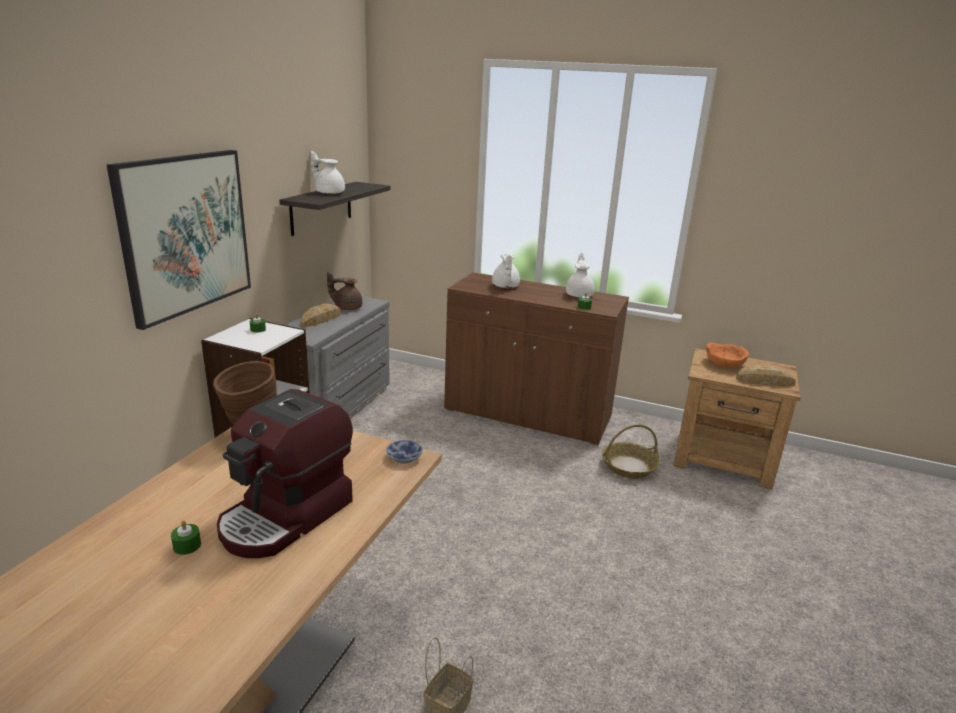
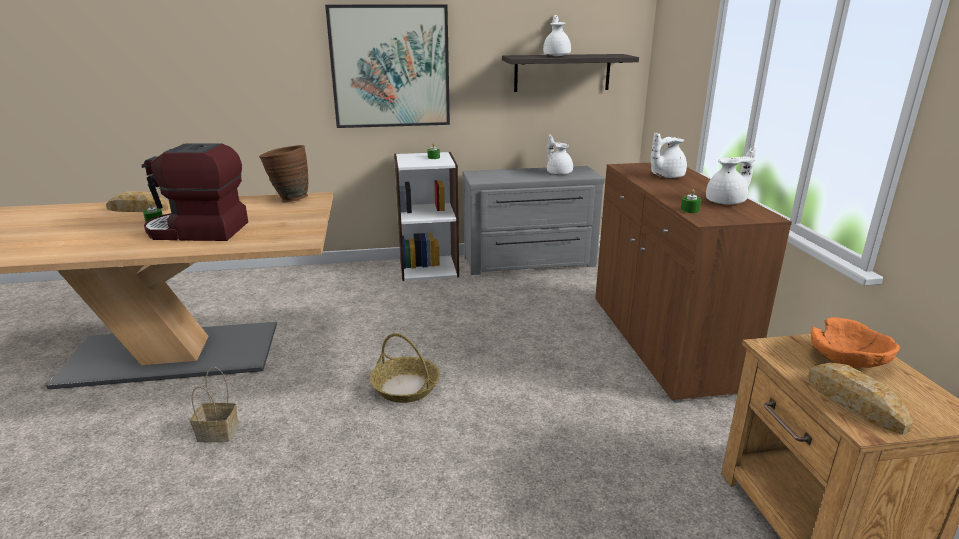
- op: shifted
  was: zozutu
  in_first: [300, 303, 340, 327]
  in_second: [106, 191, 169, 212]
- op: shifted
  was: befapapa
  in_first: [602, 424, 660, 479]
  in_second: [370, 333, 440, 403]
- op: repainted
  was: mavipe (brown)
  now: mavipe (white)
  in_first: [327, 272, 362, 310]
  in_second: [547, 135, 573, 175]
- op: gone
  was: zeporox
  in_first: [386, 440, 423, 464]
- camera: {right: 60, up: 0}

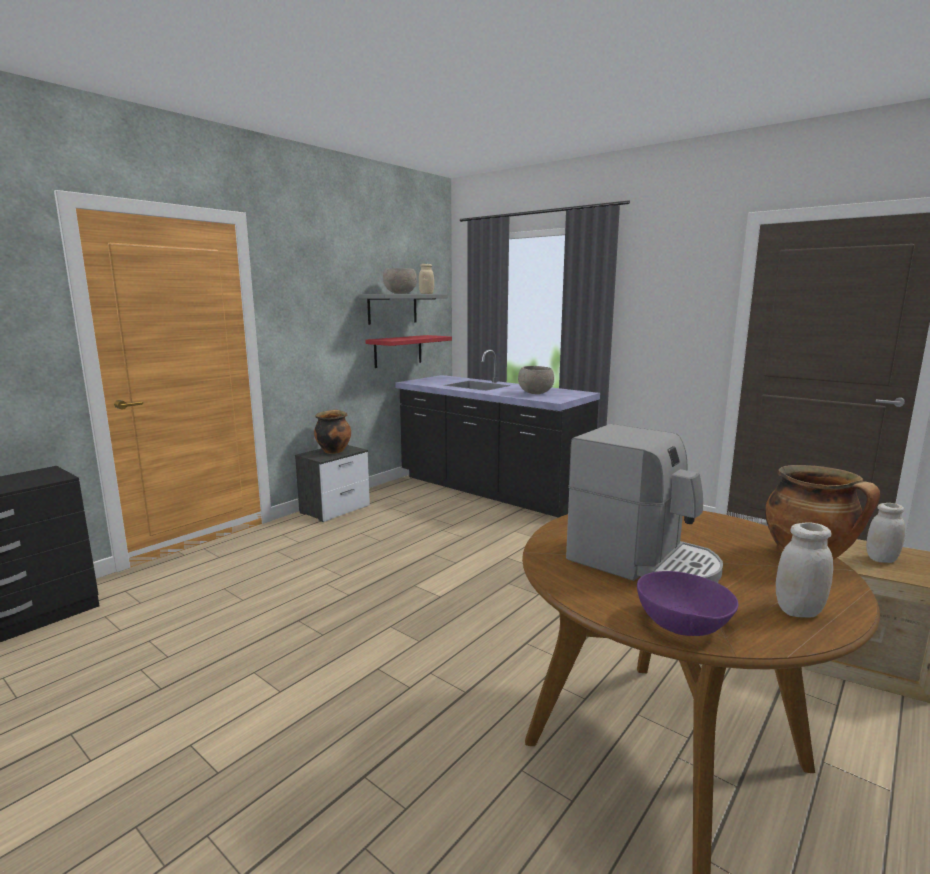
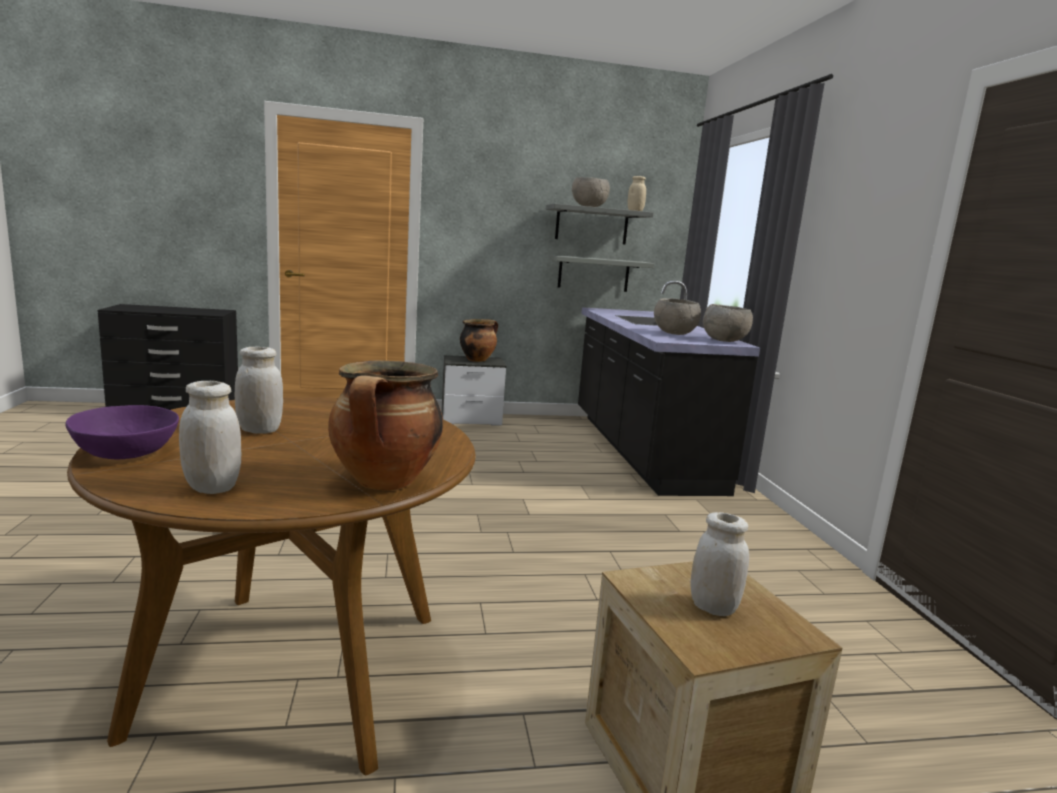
- op: swapped
  was: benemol
  now: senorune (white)
  in_first: [566, 424, 723, 583]
  in_second: [235, 347, 283, 434]
- op: repainted
  was: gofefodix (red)
  now: gofefodix (grey)
  in_first: [365, 335, 452, 368]
  in_second: [548, 255, 654, 292]
- op: new
  now: zeporox (grey)
  in_second: [703, 304, 753, 342]
- camera: {right: 40, up: 0}

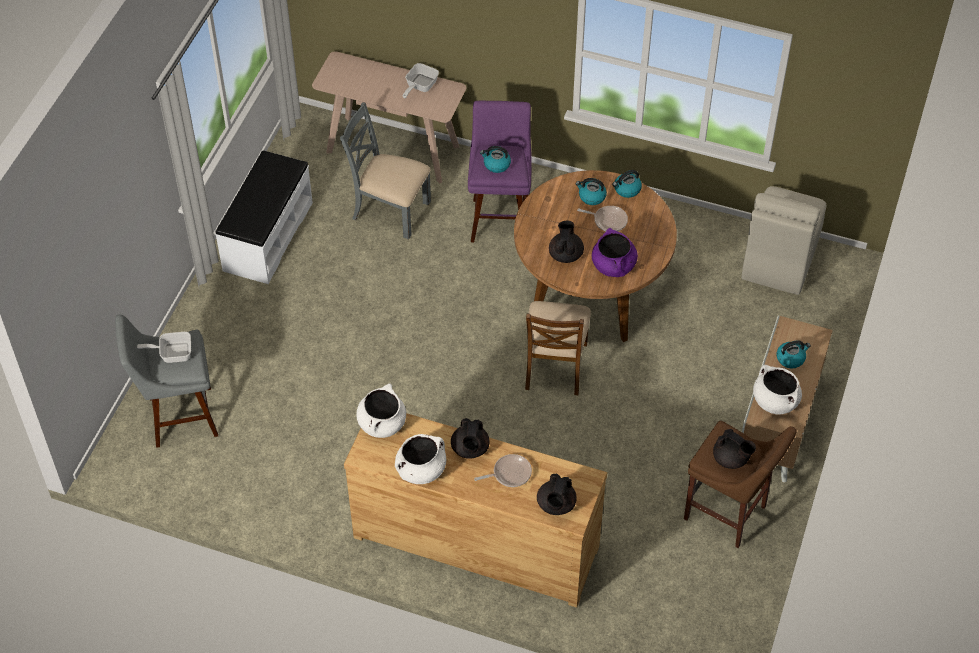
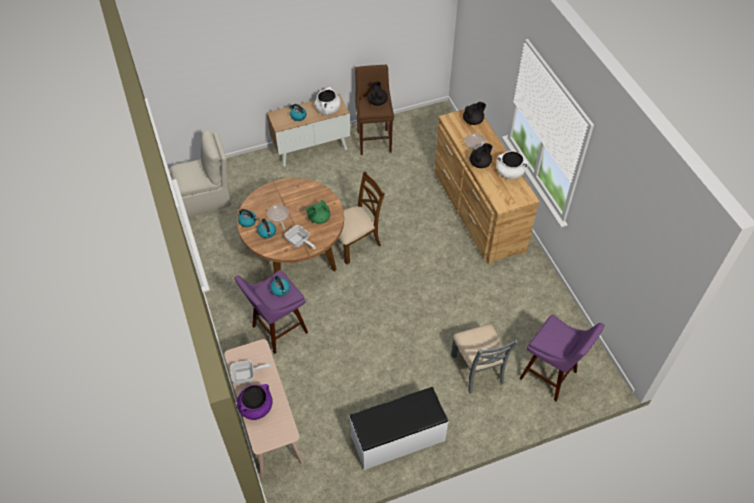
- op: shifted
  was: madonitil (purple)
  in_first: [592, 228, 638, 277]
  in_second: [237, 384, 273, 420]
- op: shifted
  was: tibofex
  in_first: [137, 332, 191, 363]
  in_second: [285, 225, 316, 249]
- op: repainted
  was: mavipe (black)
  now: mavipe (green)
  in_first: [549, 221, 584, 263]
  in_second: [306, 200, 330, 224]
- op: shifted
  was: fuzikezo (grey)
  in_first: [340, 103, 431, 239]
  in_second: [451, 324, 518, 394]
- op: repainted
  was: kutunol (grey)
  now: kutunol (purple)
  in_first: [115, 315, 218, 448]
  in_second: [519, 315, 604, 401]
- op: gone
  was: madonitil (white)
  in_first: [356, 383, 406, 438]
- camera: {right: -130, up: 0}

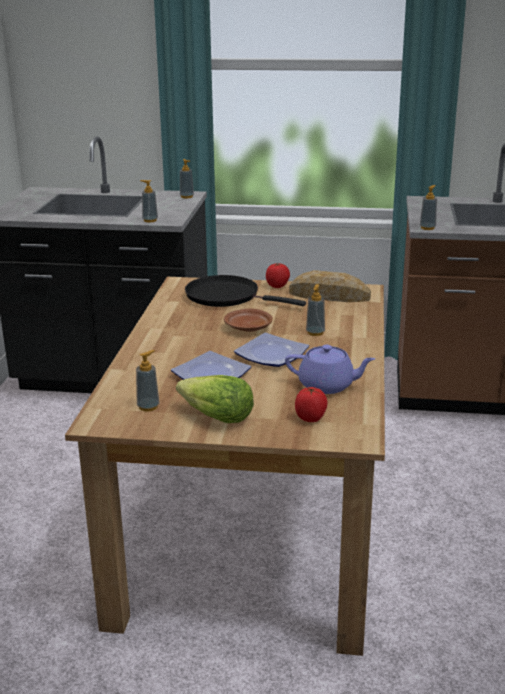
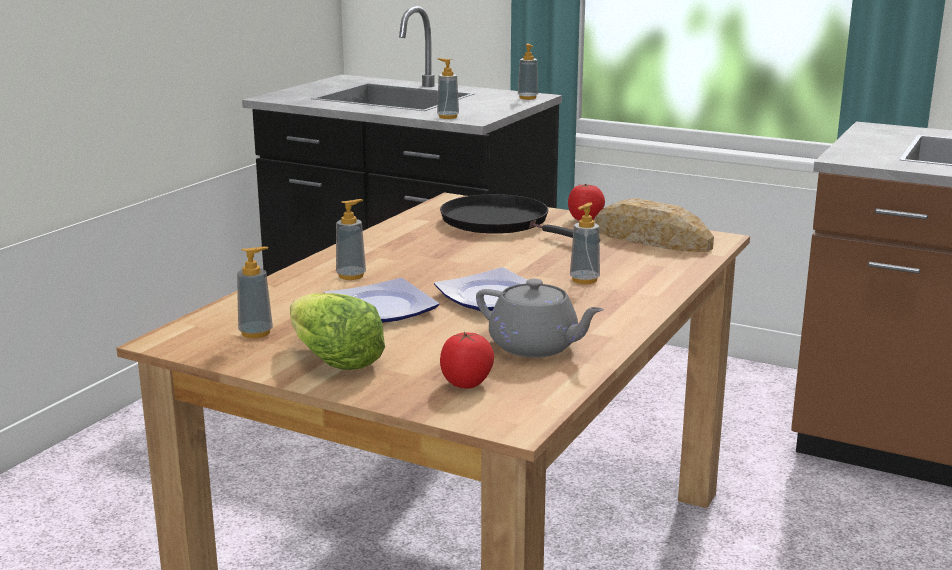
- op: shifted
  was: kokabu
  in_first: [420, 185, 437, 230]
  in_second: [336, 199, 366, 280]
- op: repainted
  was: mavipe (purple)
  now: mavipe (grey)
  in_first: [285, 345, 375, 394]
  in_second: [476, 279, 604, 358]
- op: gone
  was: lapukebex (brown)
  in_first: [224, 309, 273, 332]
- camera: {right: 20, up: -5}

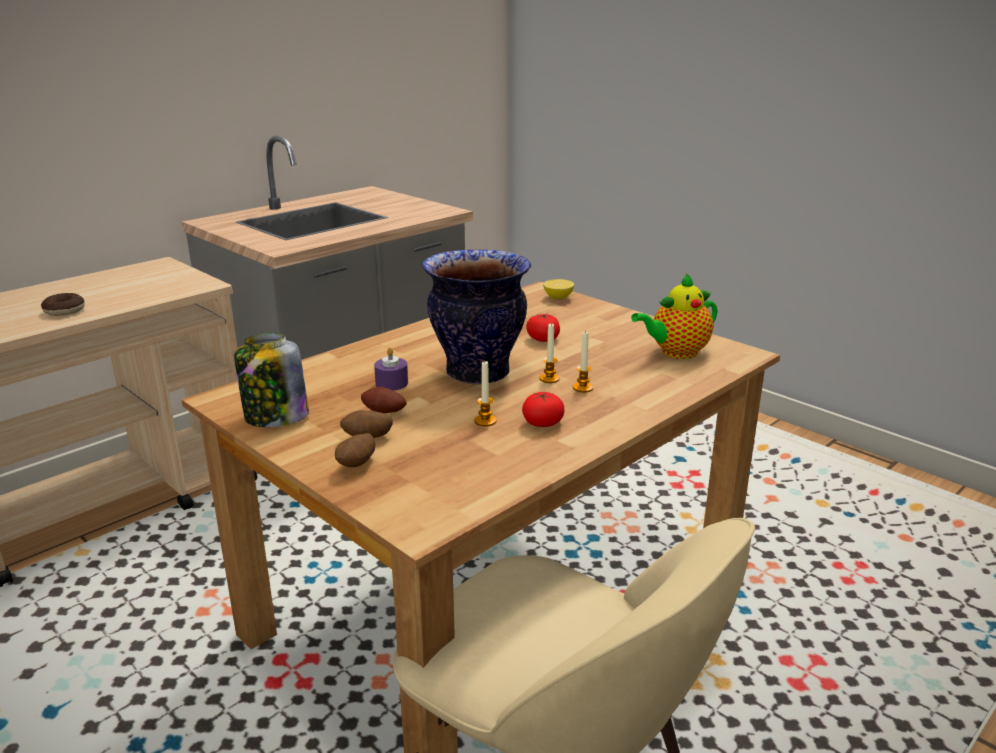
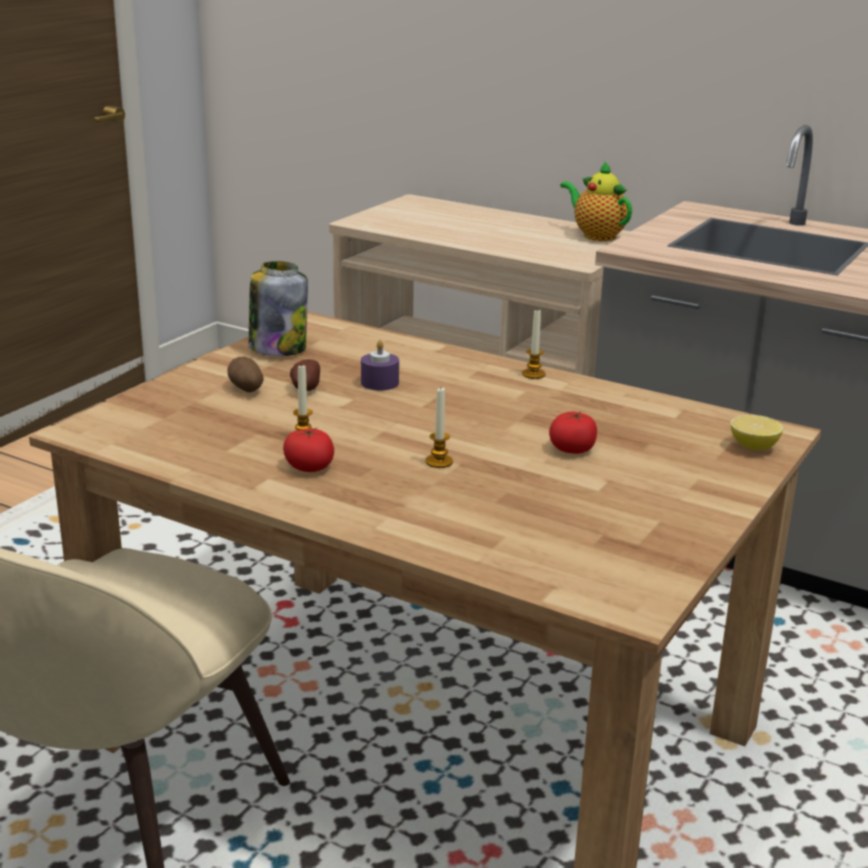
- op: shifted
  was: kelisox
  in_first: [573, 331, 593, 392]
  in_second: [522, 308, 546, 379]
- op: shifted
  was: mavipe
  in_first: [631, 273, 717, 359]
  in_second: [560, 161, 632, 241]
- op: gone
  was: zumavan
  in_first: [41, 293, 85, 316]
- op: gone
  was: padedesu
  in_first: [335, 433, 376, 467]
- op: gone
  was: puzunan
  in_first: [422, 250, 531, 385]
- camera: {right: 75, up: 0}

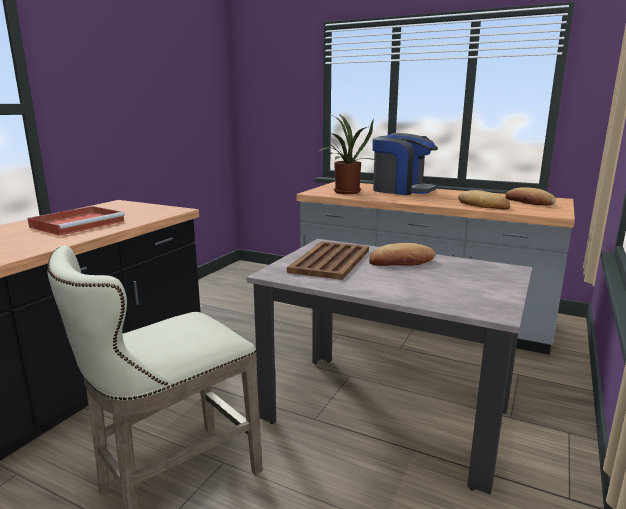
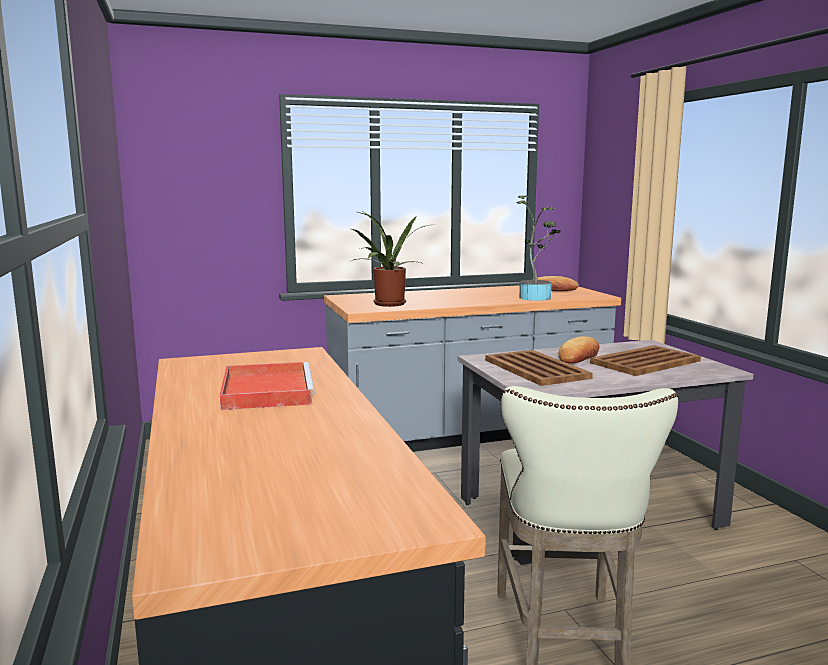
- op: swapped
  was: zozutu
  now: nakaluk
  in_first: [458, 190, 510, 210]
  in_second: [516, 195, 561, 301]
- op: new
  now: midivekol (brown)
  in_second: [590, 345, 701, 376]
- op: gone
  was: benemol
  in_first: [372, 133, 438, 195]
- camera: {right: -45, up: -5}

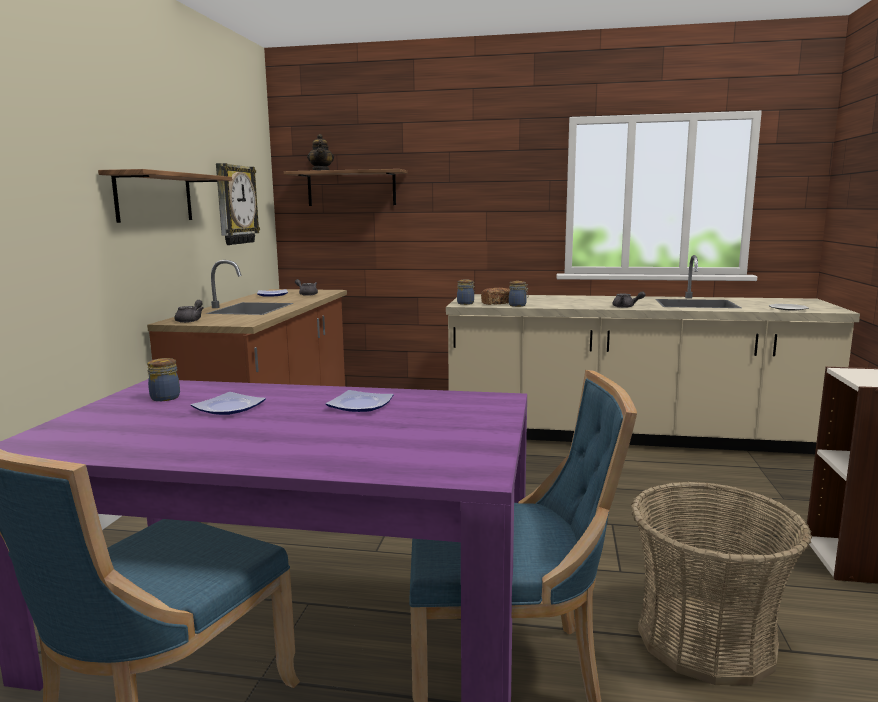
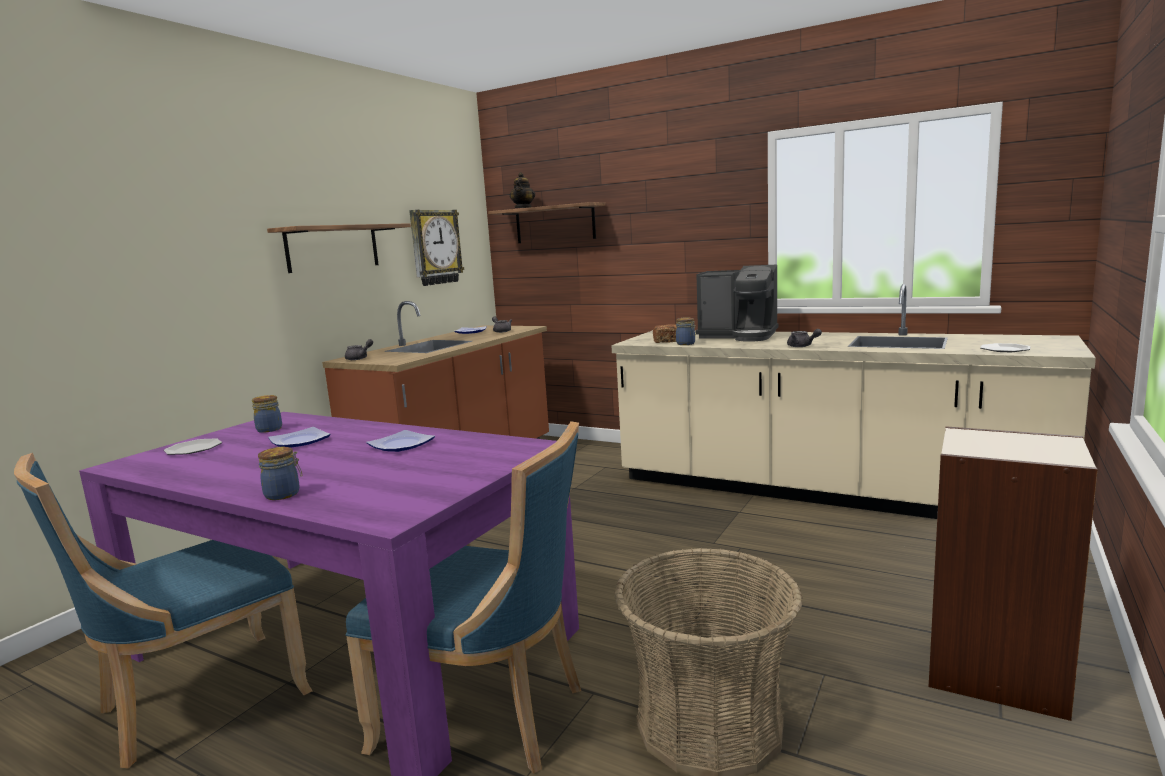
- op: new
  now: lapukebex
  in_second: [164, 438, 222, 455]
- op: shifted
  was: senorune
  in_first: [457, 279, 475, 305]
  in_second: [258, 447, 302, 500]
- op: new
  now: benemol
  in_second: [696, 265, 779, 342]
- camera: {right: 20, up: 0}

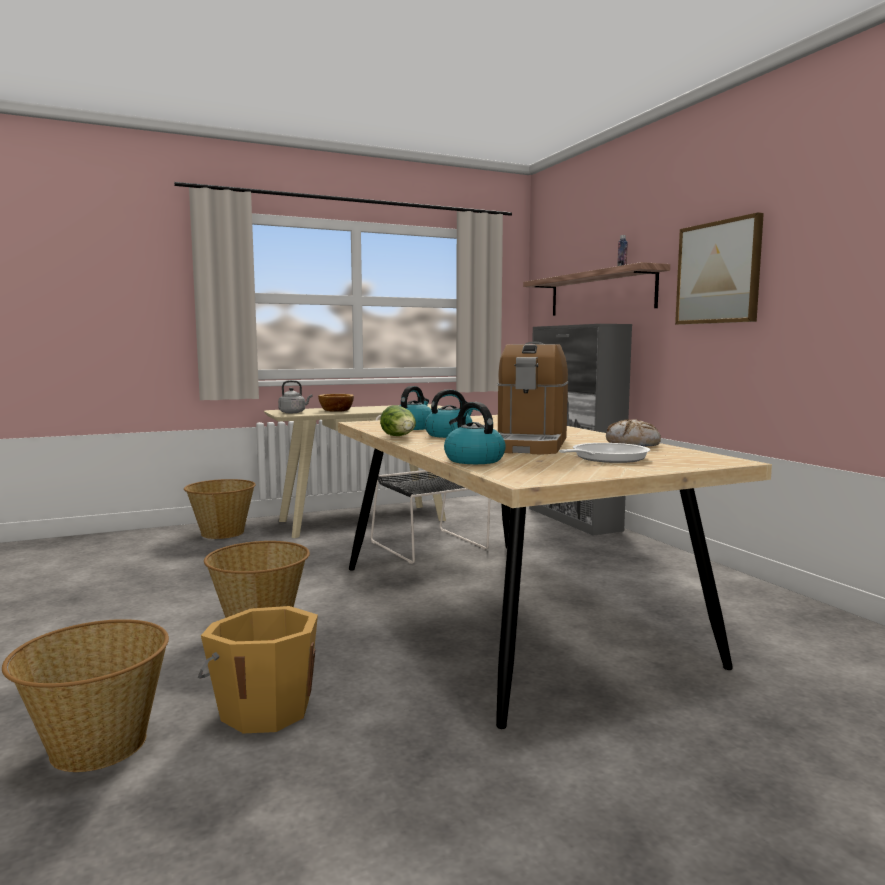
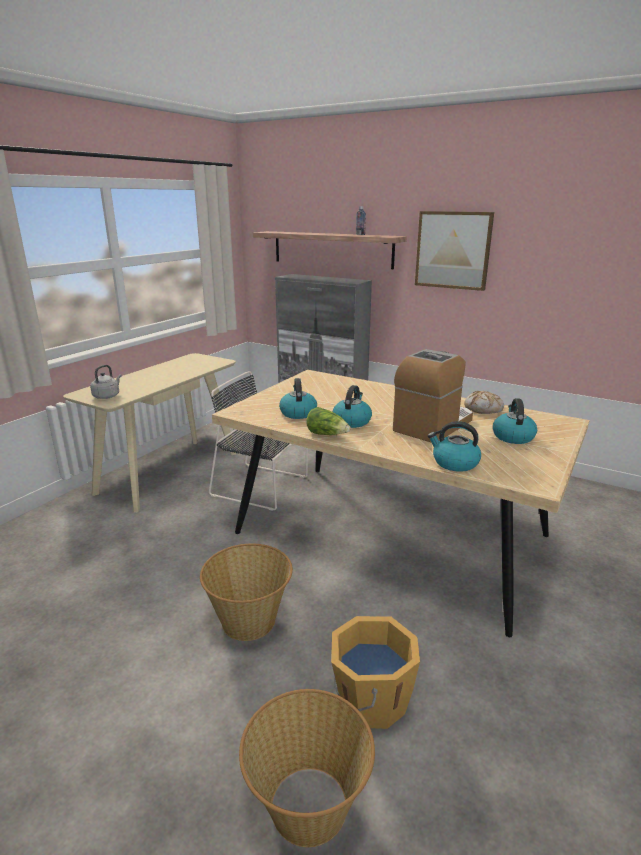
- op: rotated
  was: benemol
  in_first: [497, 342, 569, 455]
  in_second: [393, 349, 473, 442]
  clockwise: -120
- op: swapped
  was: tibofex
  now: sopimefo
  in_first: [559, 443, 650, 463]
  in_second: [493, 398, 537, 444]
- op: gone
  was: befapapa
  in_first: [184, 479, 256, 539]
- op: gone
  was: zeporox
  in_first: [318, 394, 354, 412]
- camera: {right: -35, up: 15}

